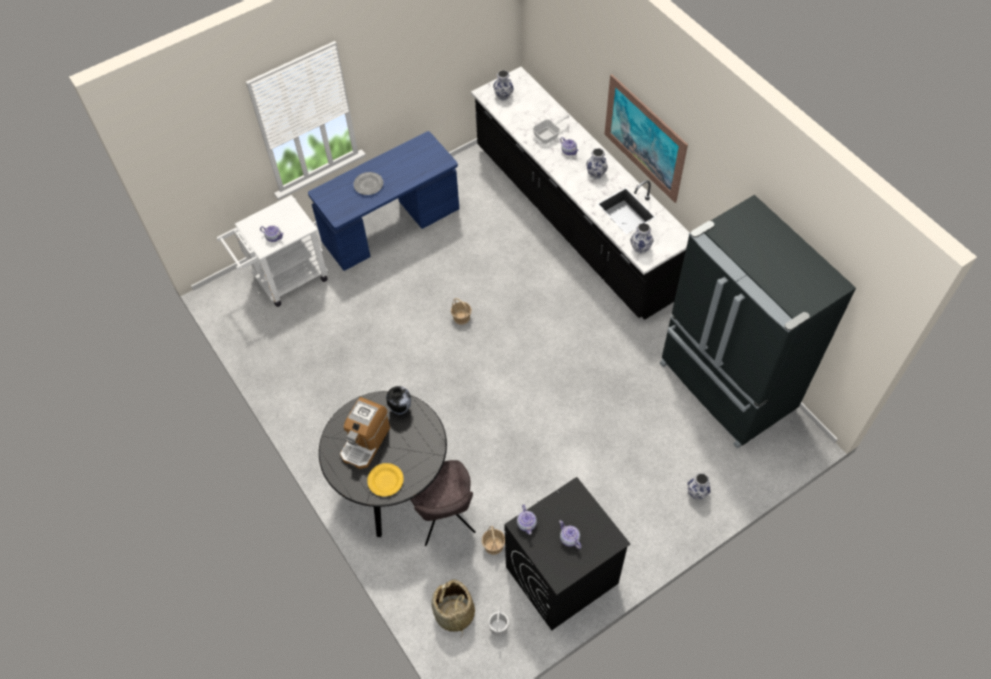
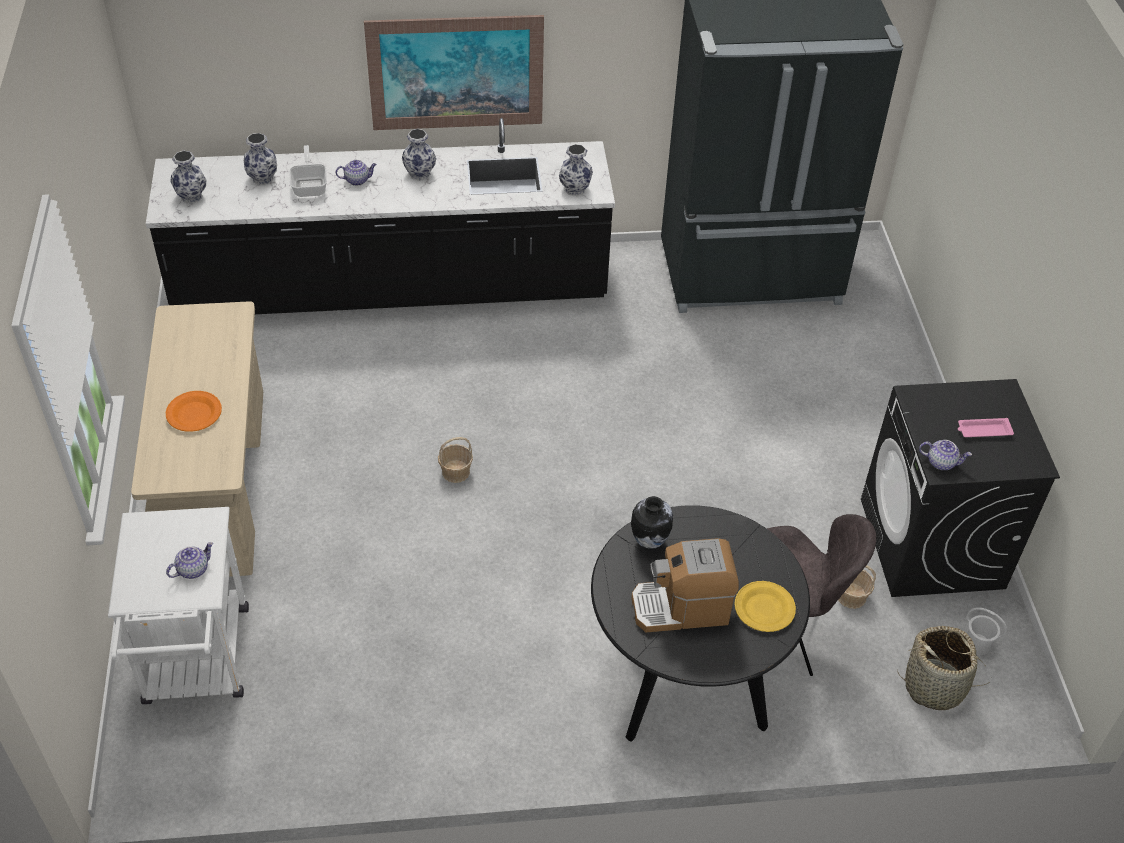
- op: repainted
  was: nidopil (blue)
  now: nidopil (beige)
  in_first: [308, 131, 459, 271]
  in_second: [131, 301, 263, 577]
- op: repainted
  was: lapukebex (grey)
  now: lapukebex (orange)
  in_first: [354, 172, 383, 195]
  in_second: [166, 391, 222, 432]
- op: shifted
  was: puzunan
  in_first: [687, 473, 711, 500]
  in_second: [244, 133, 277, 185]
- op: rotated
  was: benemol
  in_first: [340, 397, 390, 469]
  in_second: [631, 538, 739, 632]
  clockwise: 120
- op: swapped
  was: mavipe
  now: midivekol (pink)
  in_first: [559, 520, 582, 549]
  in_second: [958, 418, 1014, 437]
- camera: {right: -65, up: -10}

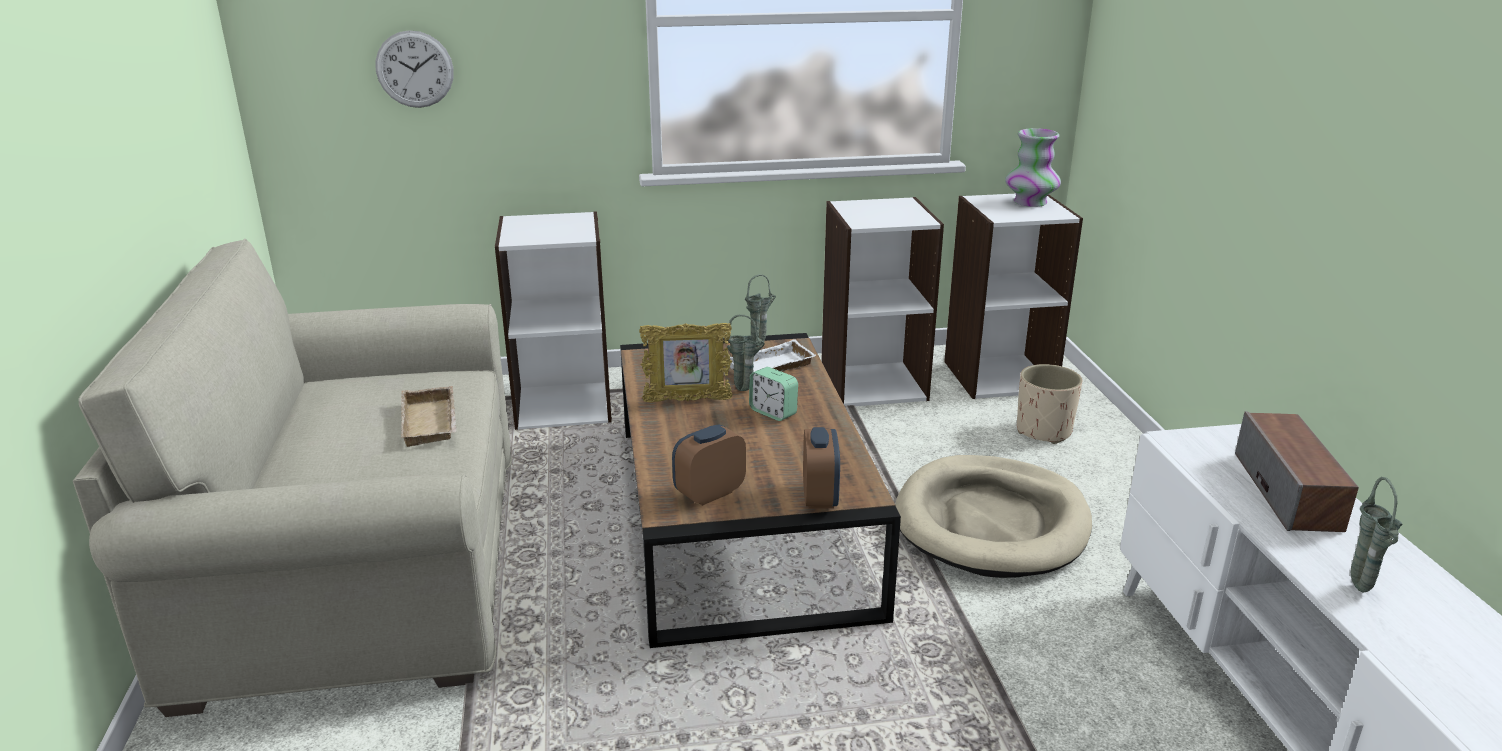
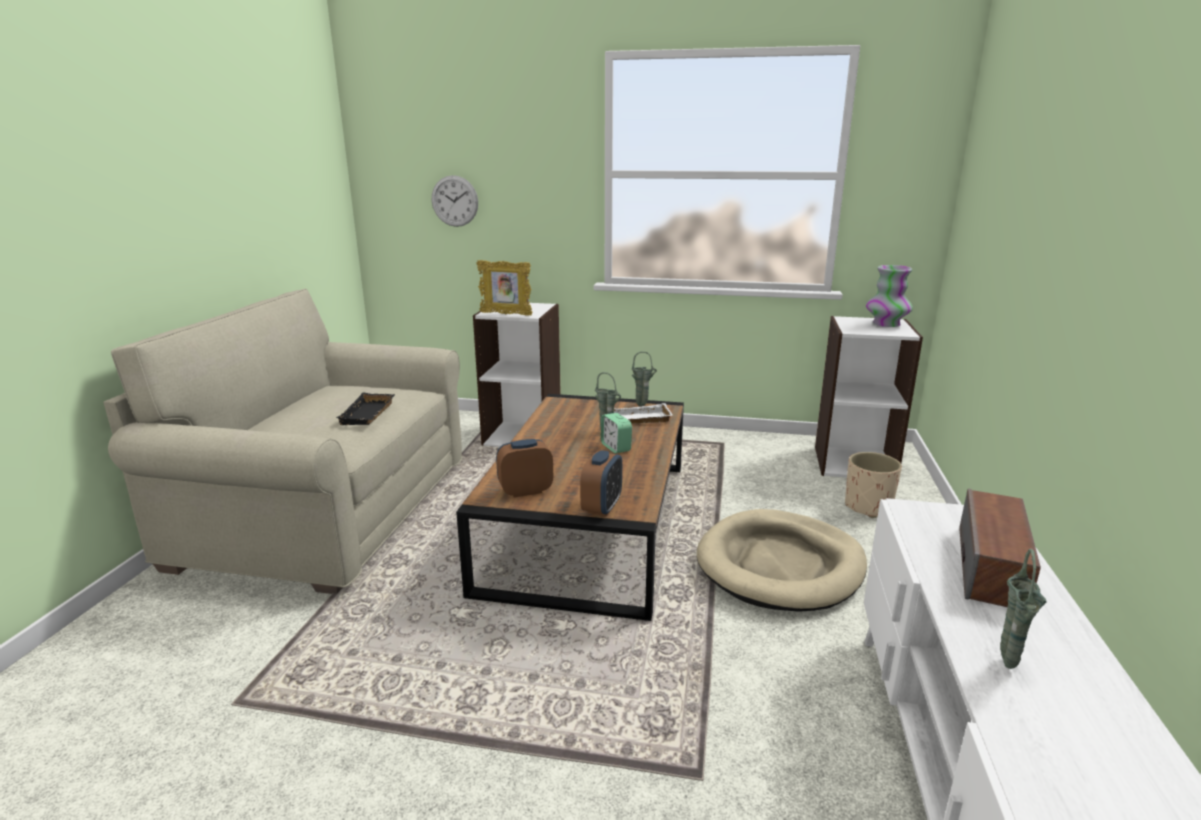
- op: repainted
  was: midivekol (beige)
  now: midivekol (black)
  in_first: [401, 386, 457, 447]
  in_second: [336, 392, 395, 425]
- op: shifted
  was: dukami
  in_first: [639, 323, 733, 402]
  in_second: [477, 260, 532, 316]
- op: gone
  was: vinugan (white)
  in_first: [821, 197, 944, 406]
- camera: {right: 20, up: -5}

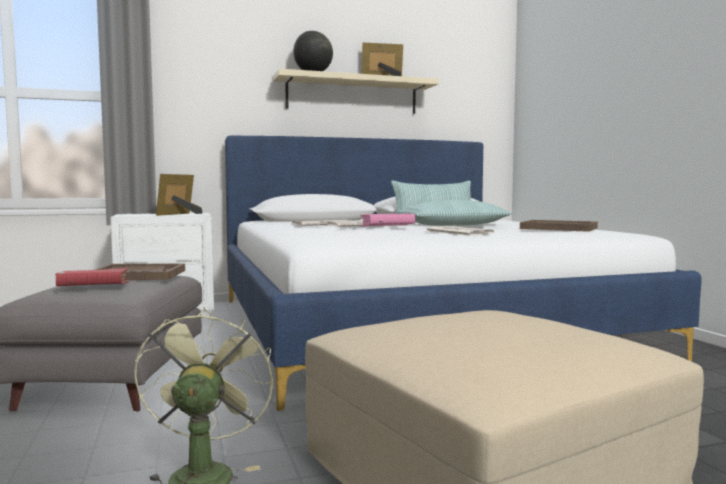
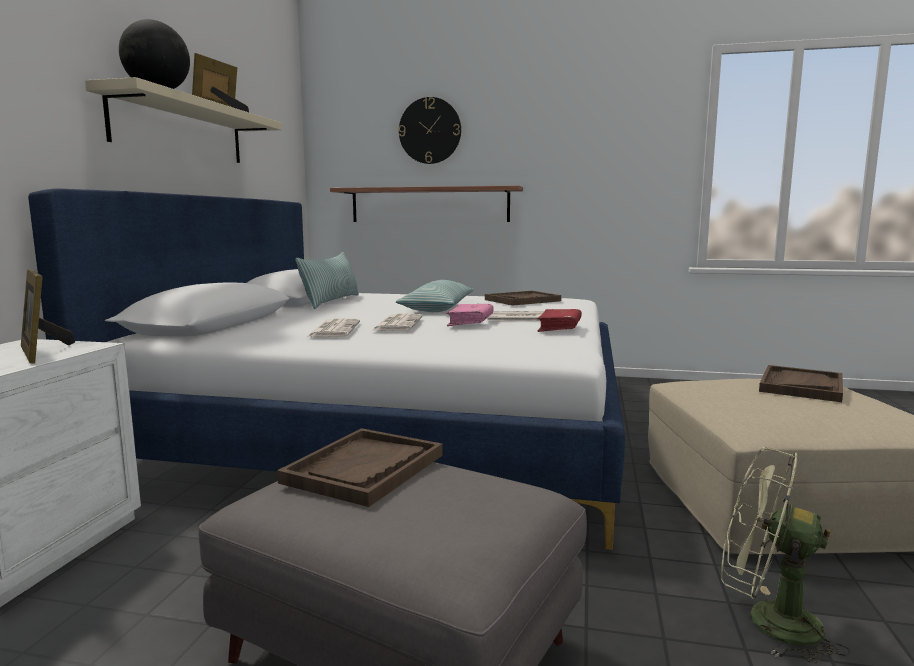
- op: new
  now: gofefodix
  in_second: [330, 186, 523, 222]
- op: new
  now: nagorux
  in_second: [399, 97, 461, 164]
- op: shifted
  was: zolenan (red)
  in_first: [55, 268, 129, 286]
  in_second: [537, 309, 582, 332]
- op: new
  now: midivekol (brown)
  in_second: [759, 365, 843, 402]
- camera: {right: -60, up: 5}

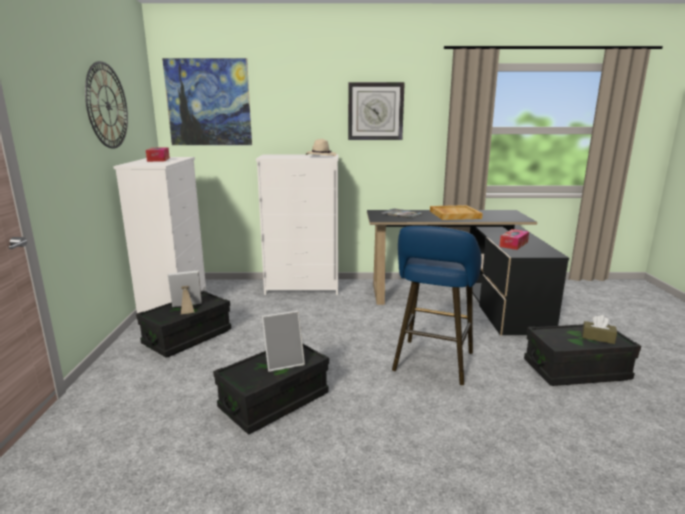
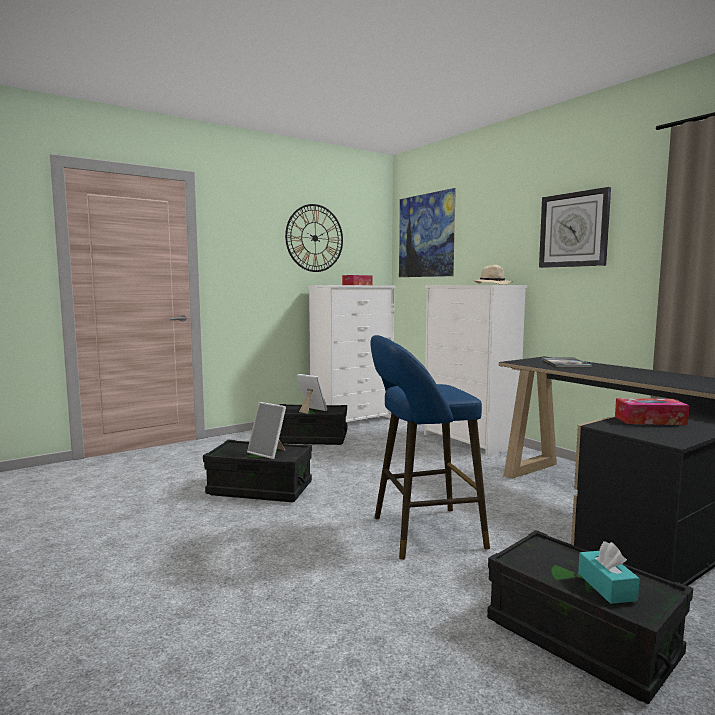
- op: repainted
  was: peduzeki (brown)
  now: peduzeki (turquoise)
  in_first: [582, 315, 617, 344]
  in_second: [578, 541, 640, 604]
- op: gone
  was: midivekol (beige)
  in_first: [430, 205, 483, 220]
- camera: {right: 55, up: -10}

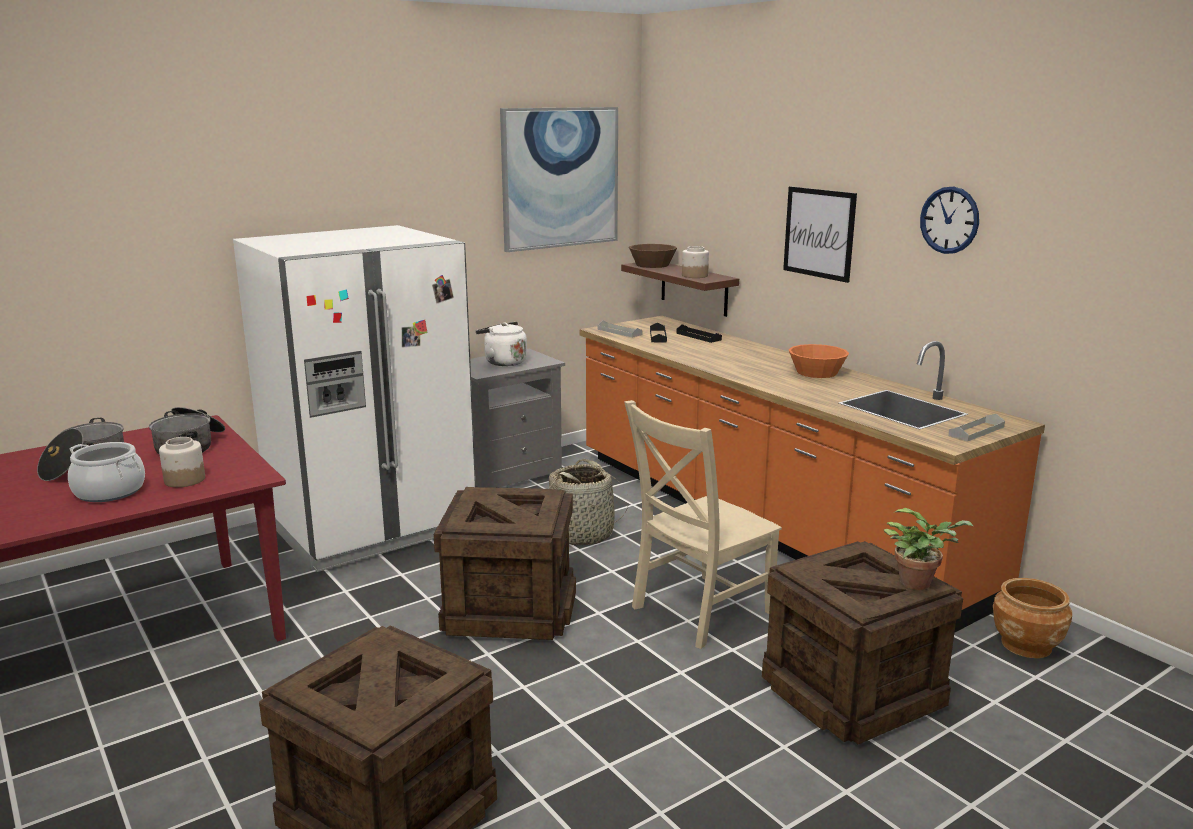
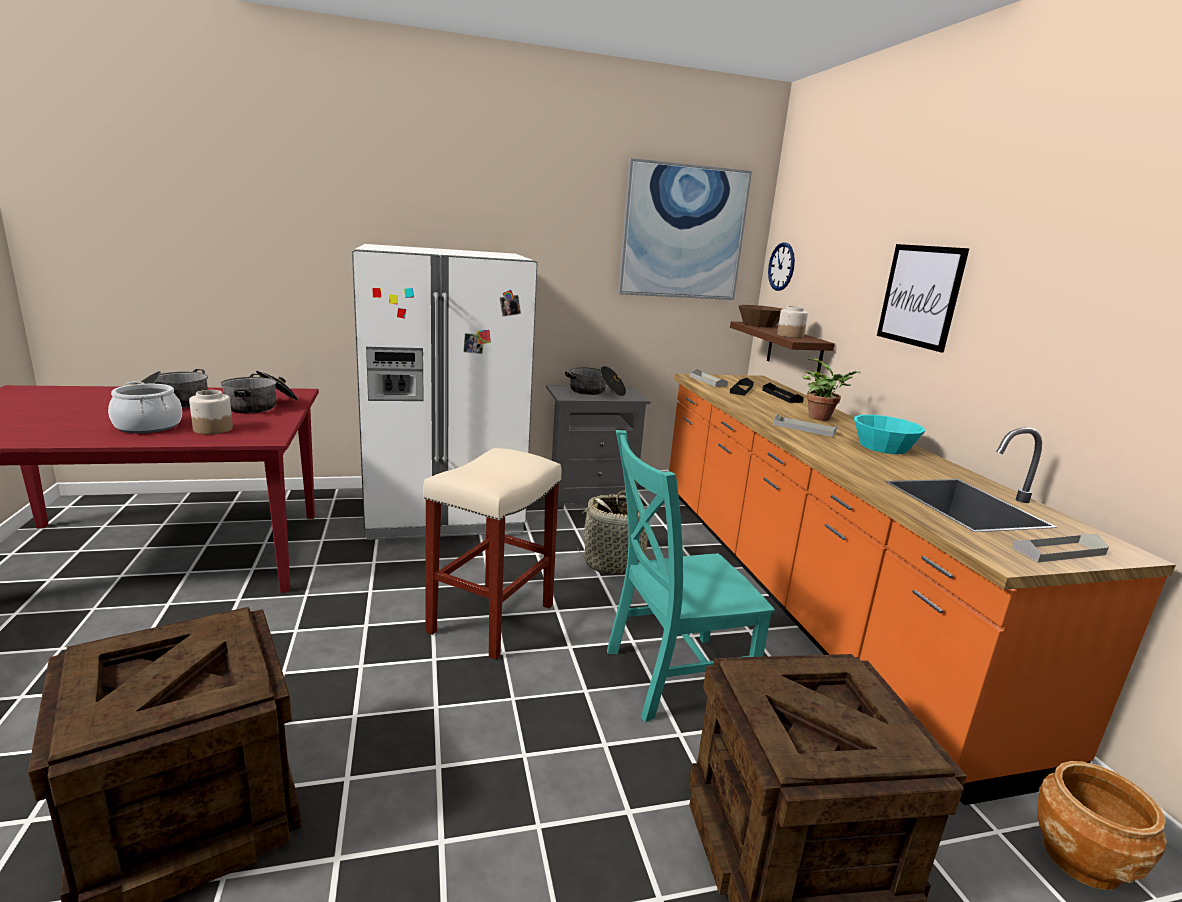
- op: swapped
  was: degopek
  now: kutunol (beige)
  in_first: [434, 487, 576, 640]
  in_second: [423, 448, 562, 660]
- op: swapped
  was: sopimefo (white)
  now: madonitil
  in_first: [476, 322, 527, 366]
  in_second: [565, 366, 626, 396]
- op: repainted
  was: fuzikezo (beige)
  now: fuzikezo (turquoise)
  in_first: [624, 400, 782, 649]
  in_second: [607, 430, 775, 722]
- op: shifted
  was: nagorux
  in_first: [920, 187, 979, 254]
  in_second: [768, 242, 795, 291]
- op: new
  now: midivekol (grey)
  in_second: [773, 413, 837, 437]
- op: shifted
  was: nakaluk
  in_first: [884, 508, 973, 590]
  in_second: [802, 359, 861, 421]
- op: repainted
  was: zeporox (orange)
  now: zeporox (turquoise)
  in_first: [789, 344, 849, 378]
  in_second: [854, 415, 925, 454]
- camera: {right: 20, up: 0}

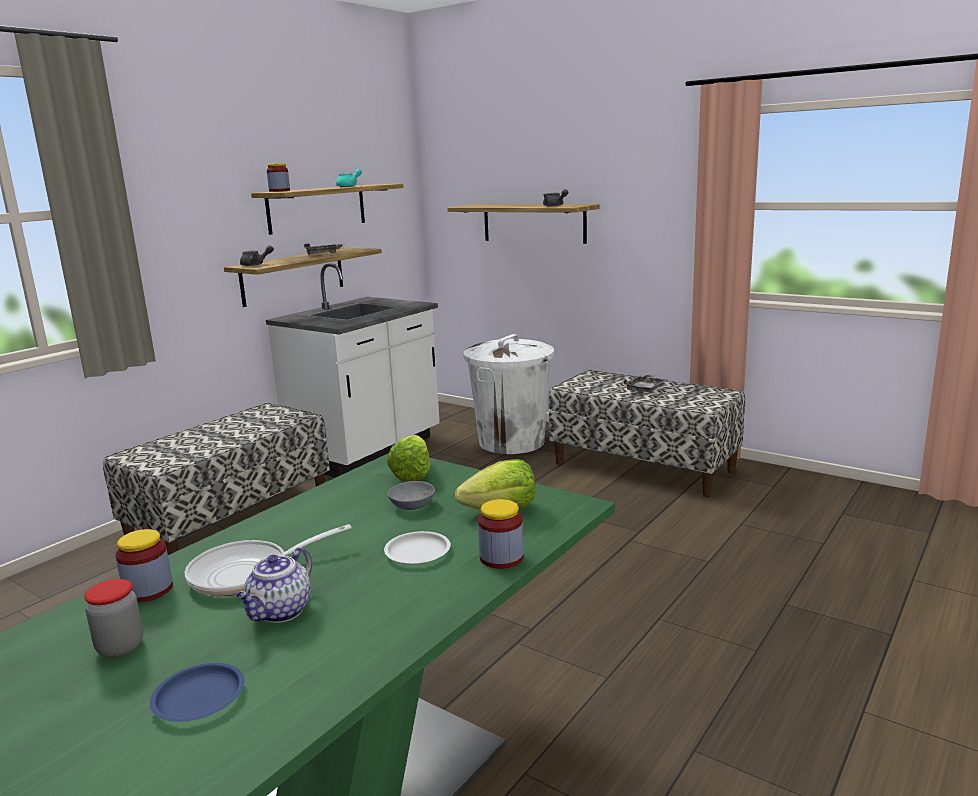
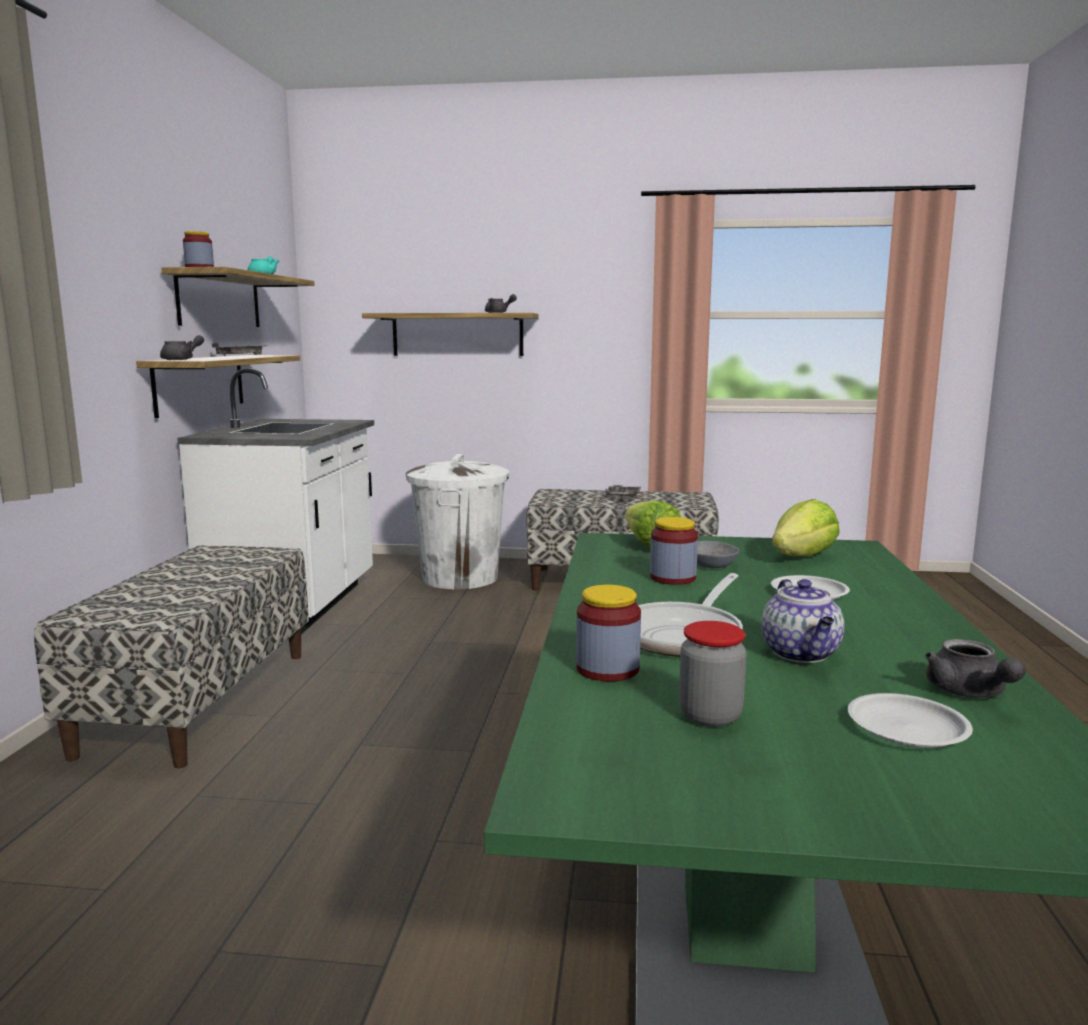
- op: shifted
  was: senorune
  in_first: [478, 499, 524, 569]
  in_second: [650, 517, 698, 585]
- op: repainted
  was: lapukebex (blue)
  now: lapukebex (white)
  in_first: [150, 663, 244, 722]
  in_second: [848, 693, 973, 748]
- op: new
  now: mavipe (grey)
  in_second: [925, 639, 1026, 698]
- camera: {right: -30, up: -5}

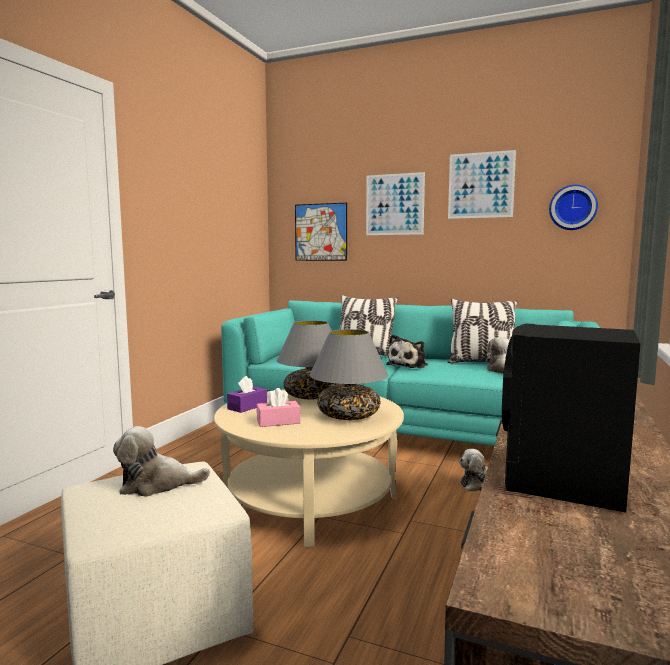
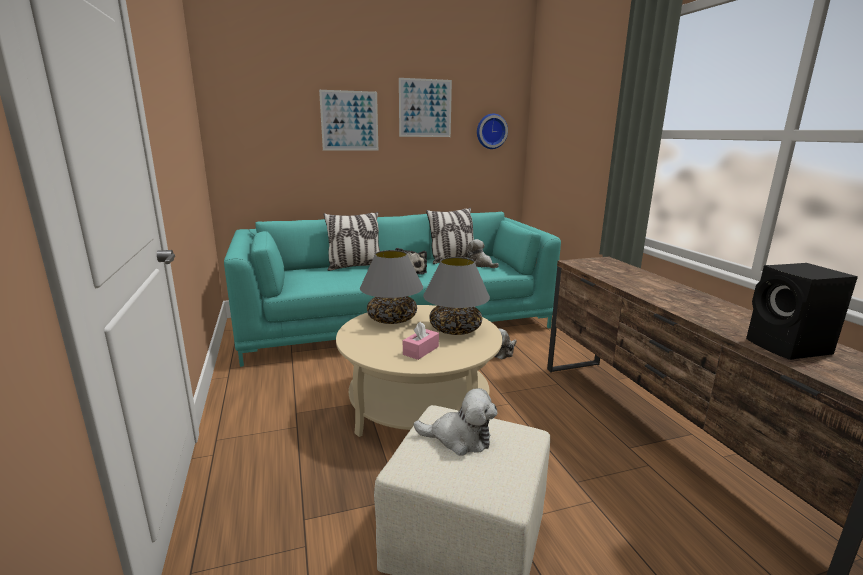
- op: rotated
  was: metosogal
  in_first: [113, 426, 210, 497]
  in_second: [413, 388, 498, 456]
  clockwise: -120
- op: gone
  was: peduzeki (purple)
  in_first: [227, 376, 267, 413]
- op: gone
  was: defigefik
  in_first: [295, 203, 347, 261]
- camera: {right: -40, up: 10}

